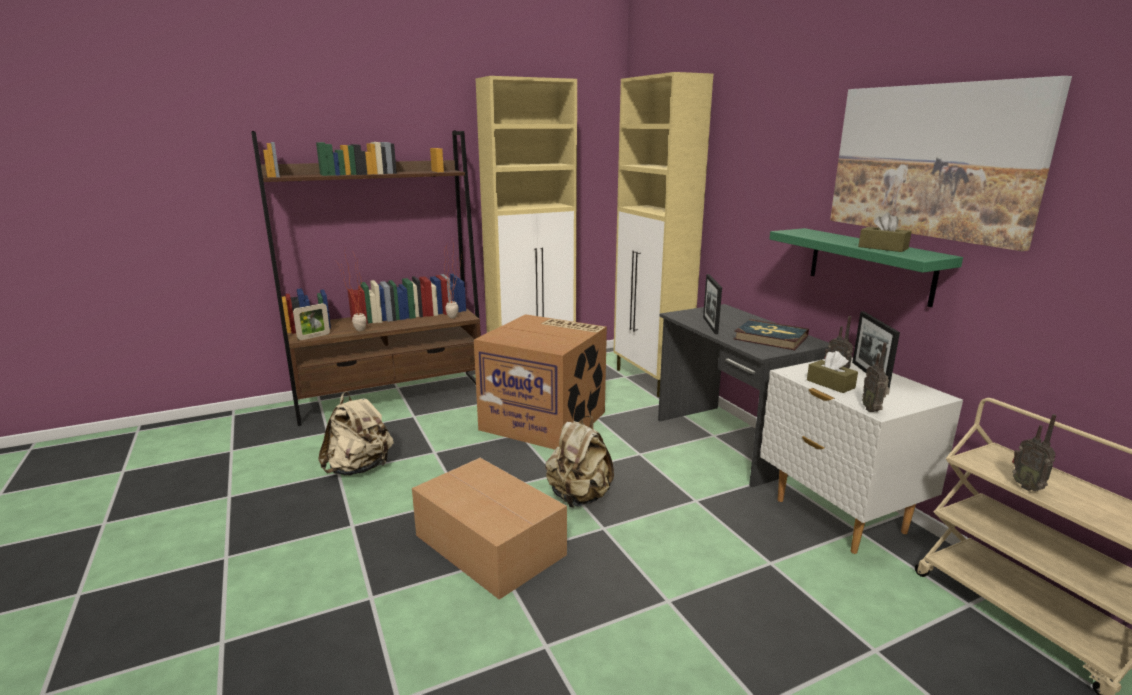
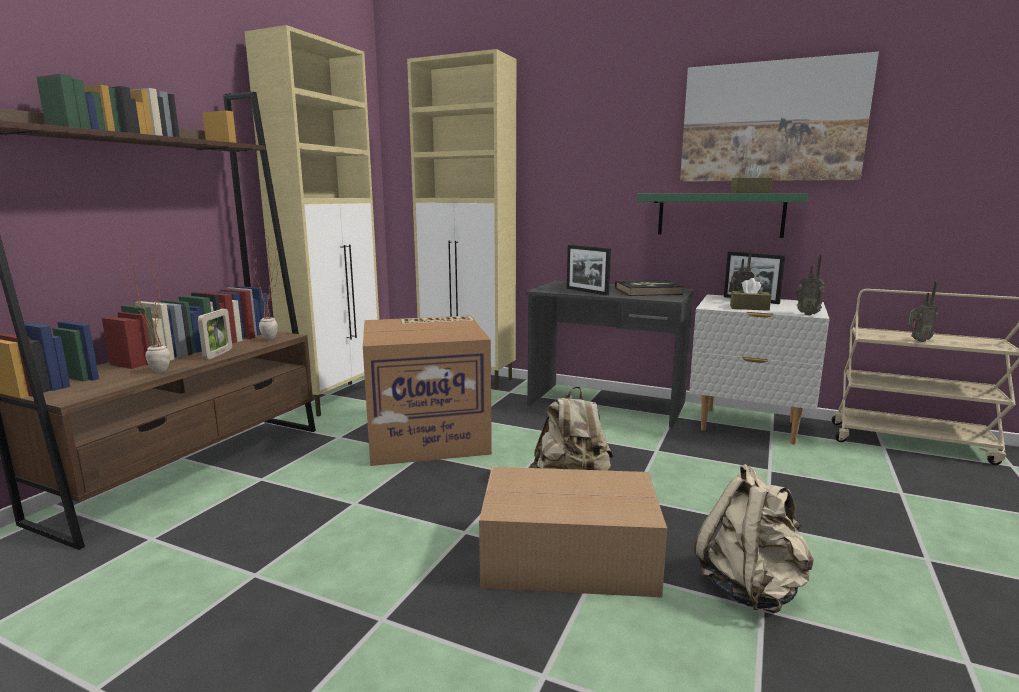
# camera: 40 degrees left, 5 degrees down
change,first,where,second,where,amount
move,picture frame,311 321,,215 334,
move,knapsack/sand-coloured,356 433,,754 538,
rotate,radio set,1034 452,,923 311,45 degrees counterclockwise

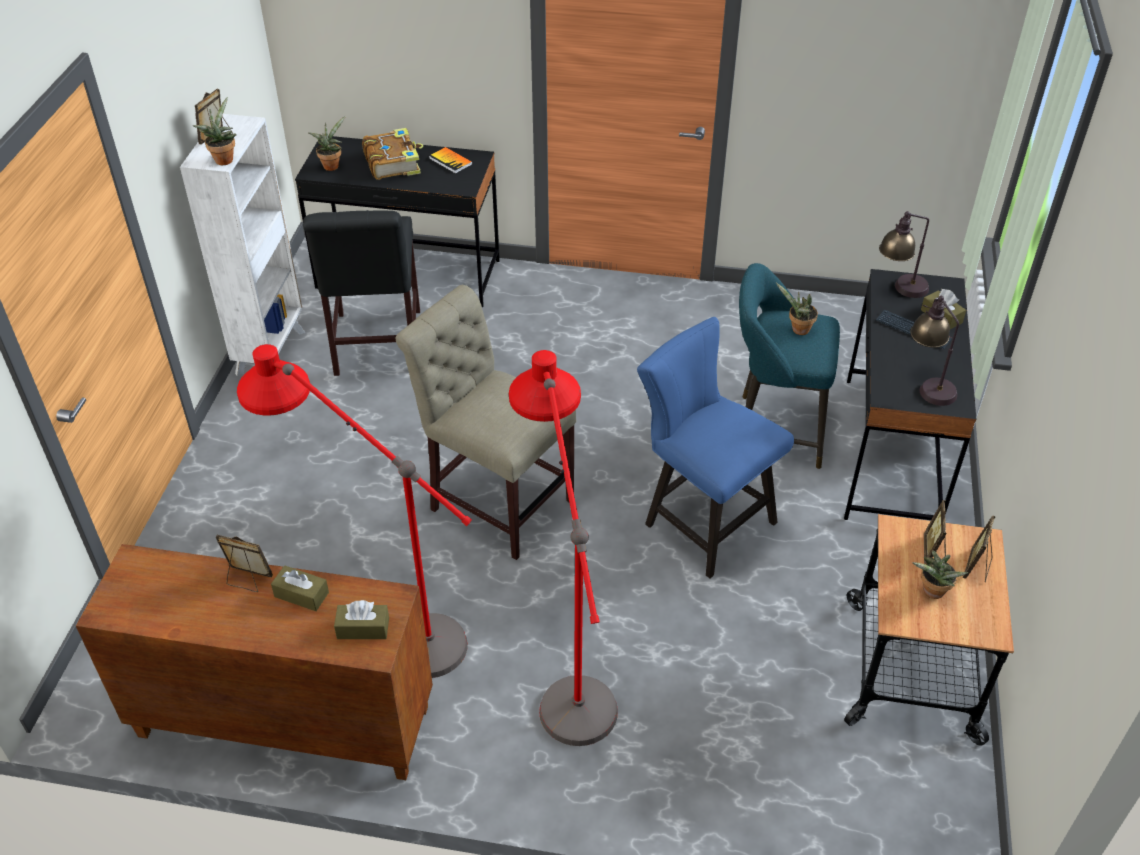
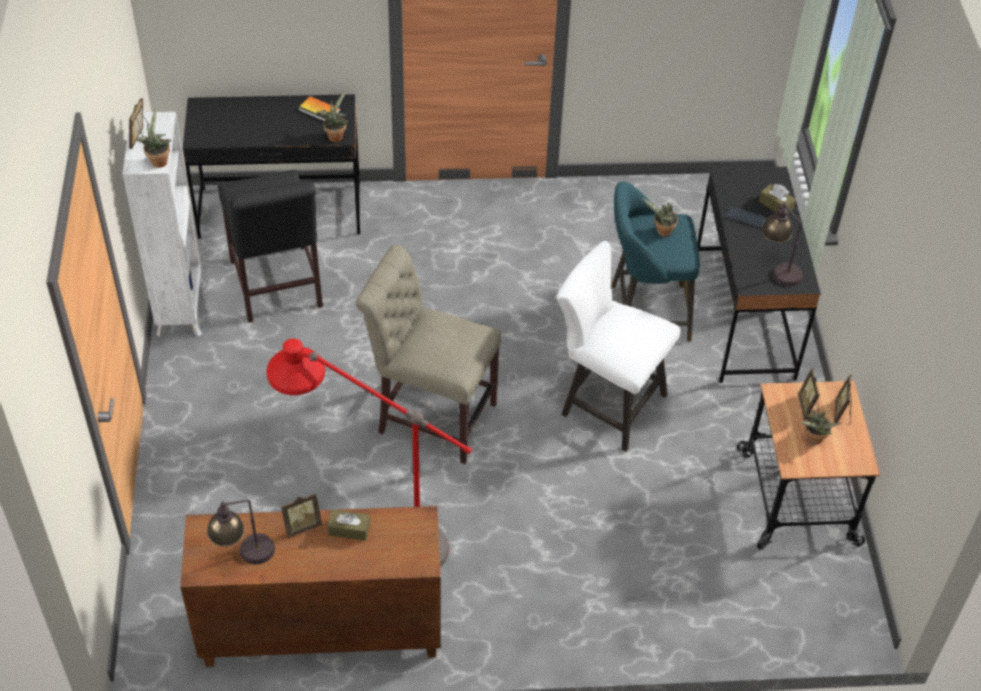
# camera: 15 degrees left, 5 degrees up
change,first,where,second,where,amount
delete,tissue box/brown-coloured,361 619,,,
delete,volume,392 154,,,
delete,standard lamp/reddish,563 548,,,
move,plant in a pot,327 143,,332 116,
move,lamp for a table,904 254,,241 532,
recolor,plain chair/bluish,715 448,plain chair/white,619 346,
rotate,picture frame,244 563,,301 515,150 degrees clockwise

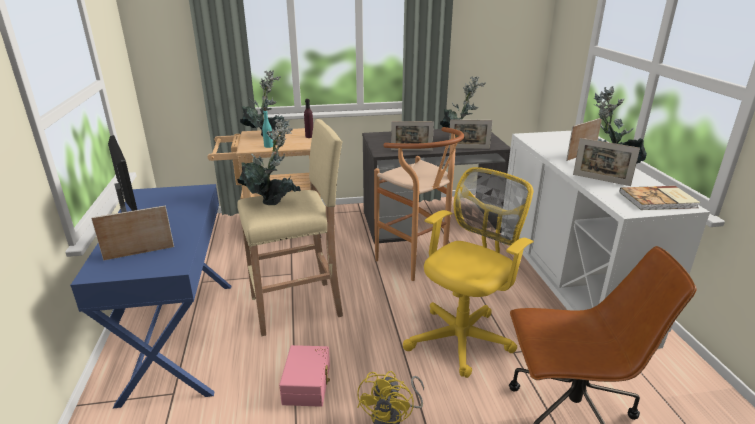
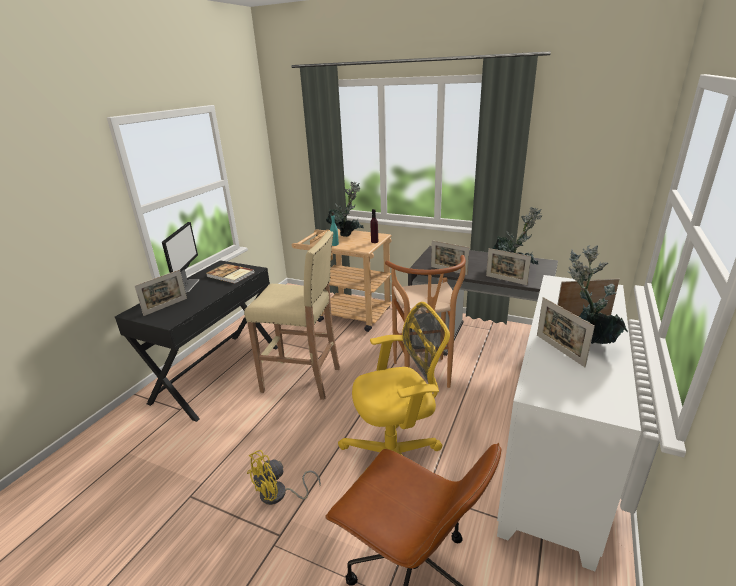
# camera: 35 degrees right, 0 degrees up
change,first,where,second,where,amount
delete,plant in a pot,269 162,,,
delete,storage container/pink,304 376,,,
move,volume,660 198,,230 273,
recolor,desk table/bluish,150 296,desk table/black,196 341,
rotate,picture frame,132 233,,160 293,120 degrees clockwise

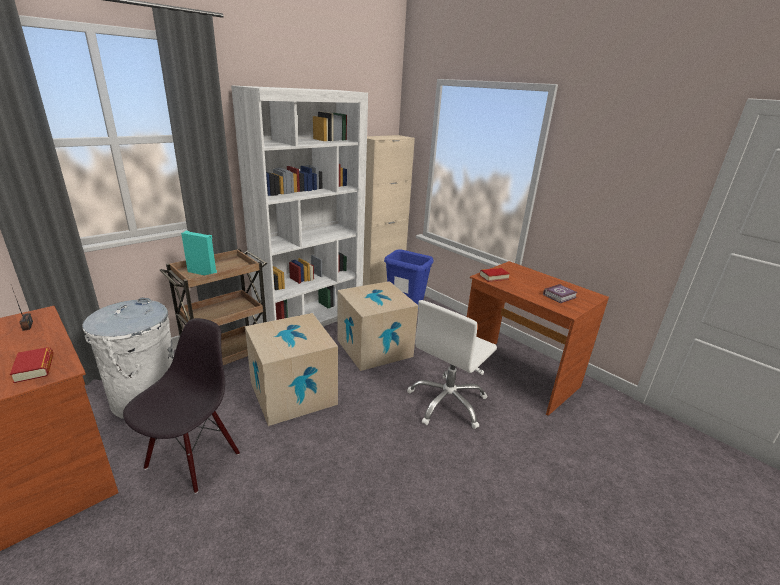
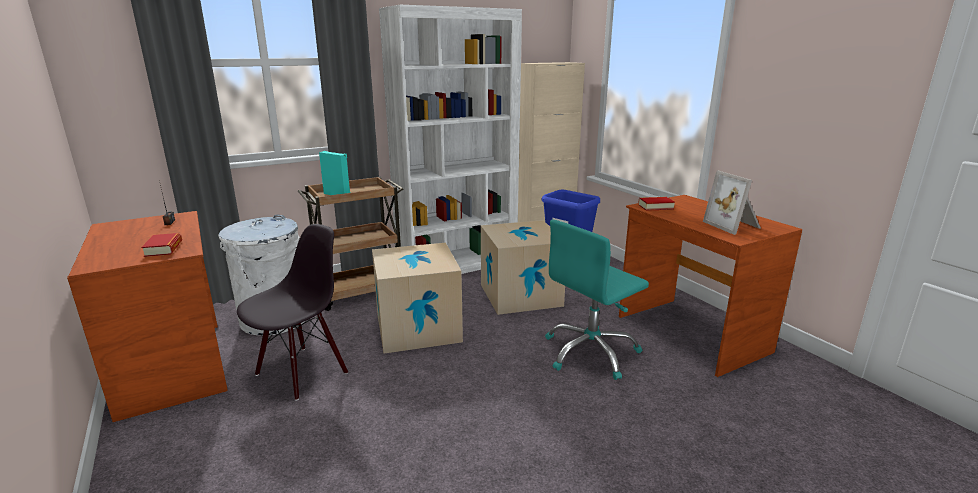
# camera: 15 degrees right, 5 degrees down
change,first,where,second,where,amount
replace,volume,560 293,picture frame,732 202,
recolor,desk chair/white,452 364,desk chair/turquoise-coloured,597 300,

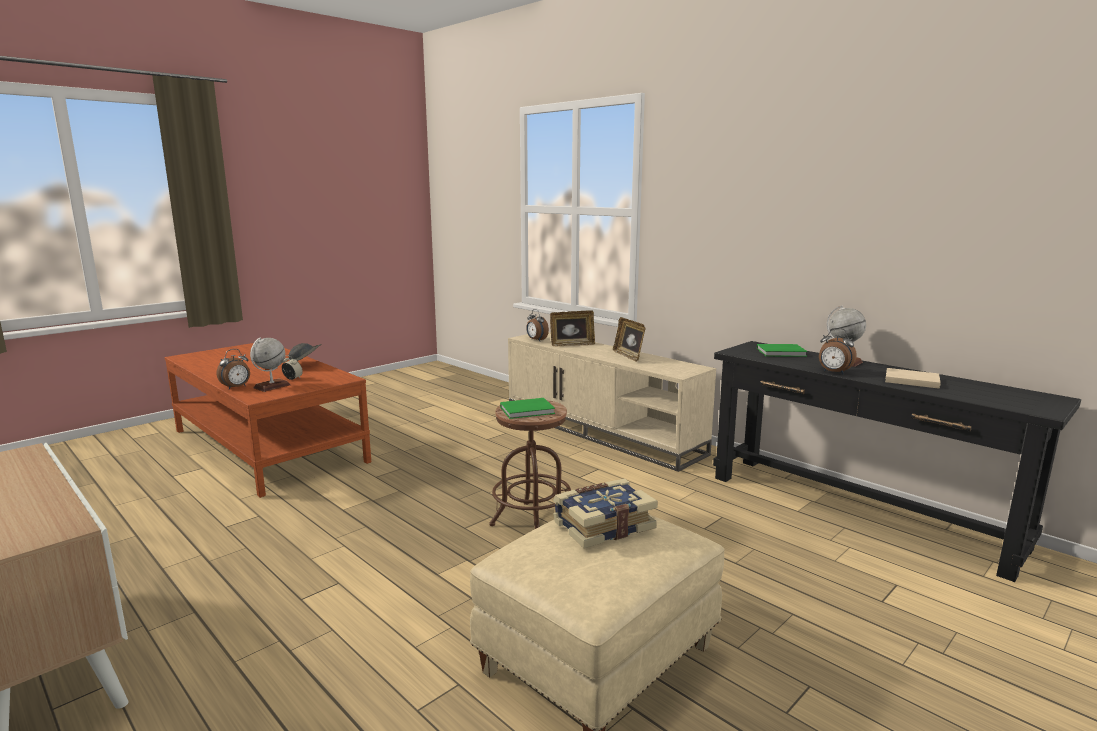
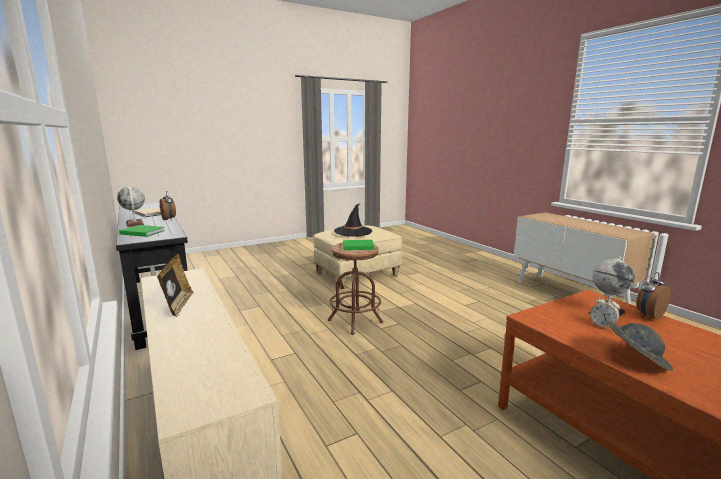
# camera: 165 degrees left, 0 degrees up
change,first,where,second,where,amount
delete,table clock,537 325,,,
delete,picture frame,572 328,,,
replace,volume,605 513,hat/black,353 220,

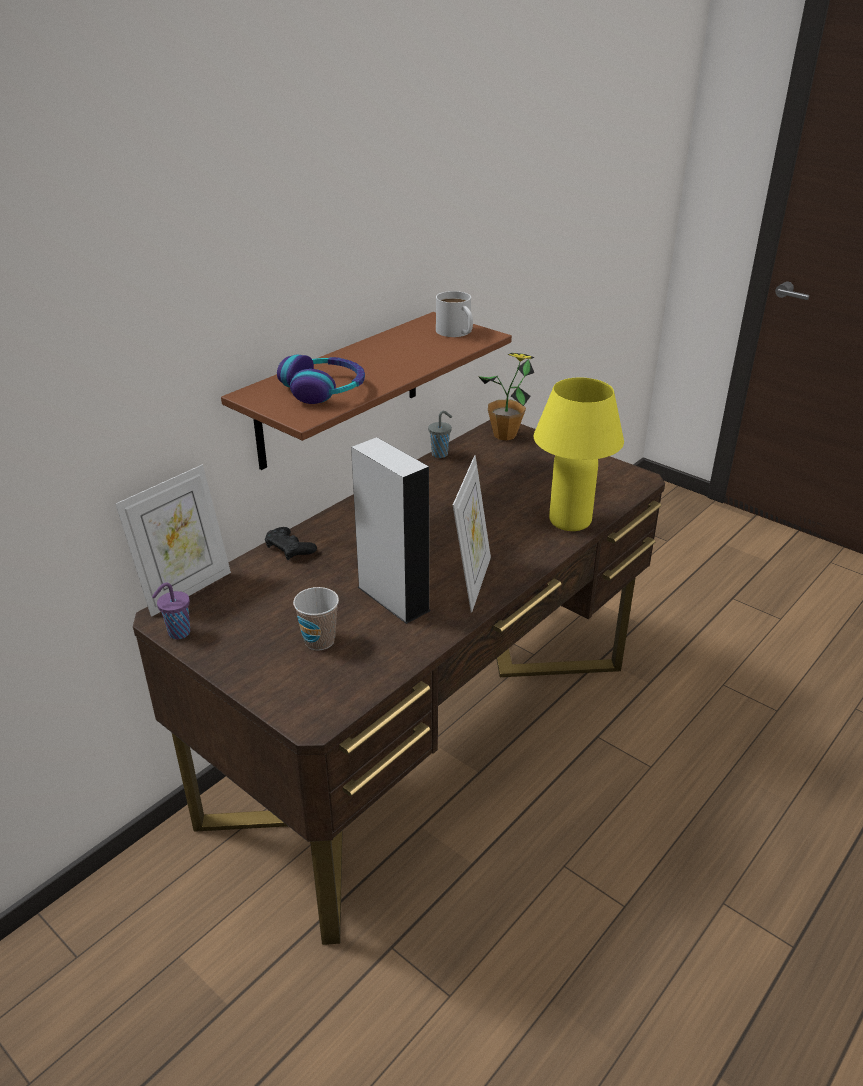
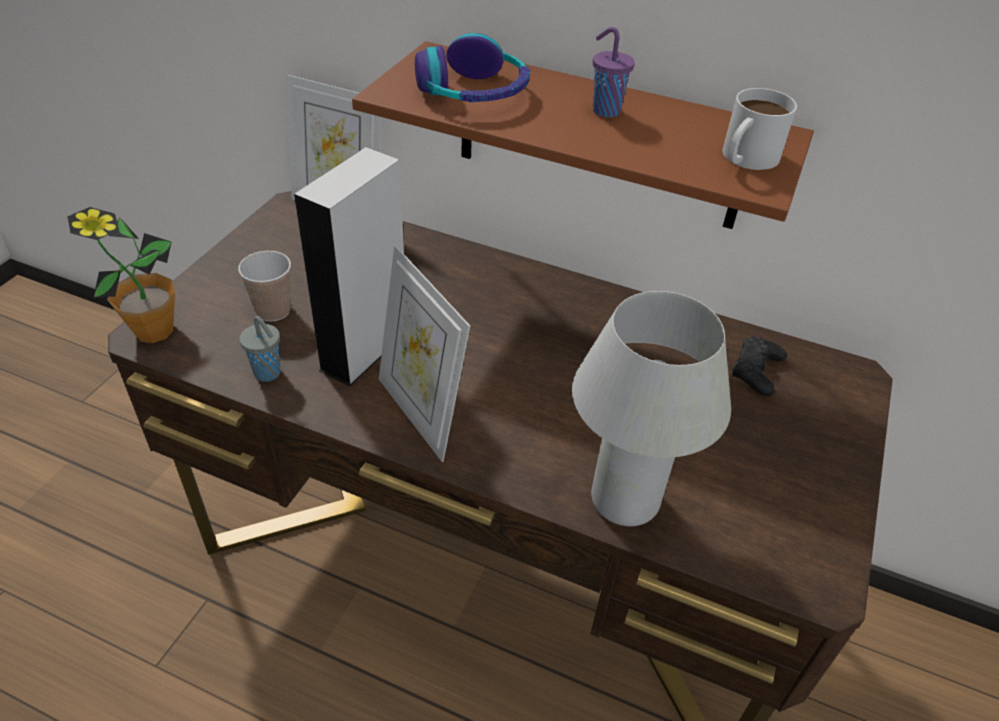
# camera: 70 degrees right, 10 degrees up
change,first,where,second,where,amount
move,cup/purplish,171 611,,614 72,
move,joypad/black,291 543,,759 366,
move,cup/gray,440 434,,260 349,
move,plant in a pot,506 397,,121 275,
recolor,lamp for a table/yellow-coloured,579 454,lamp for a table/white,651 408,
rotate,picture frame,472 534,,424 354,60 degrees clockwise

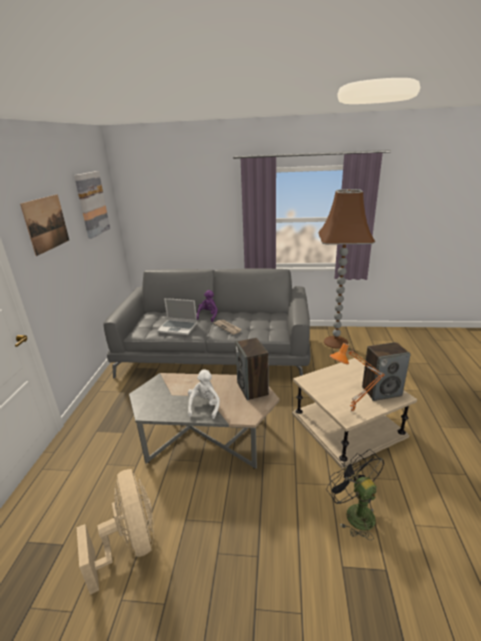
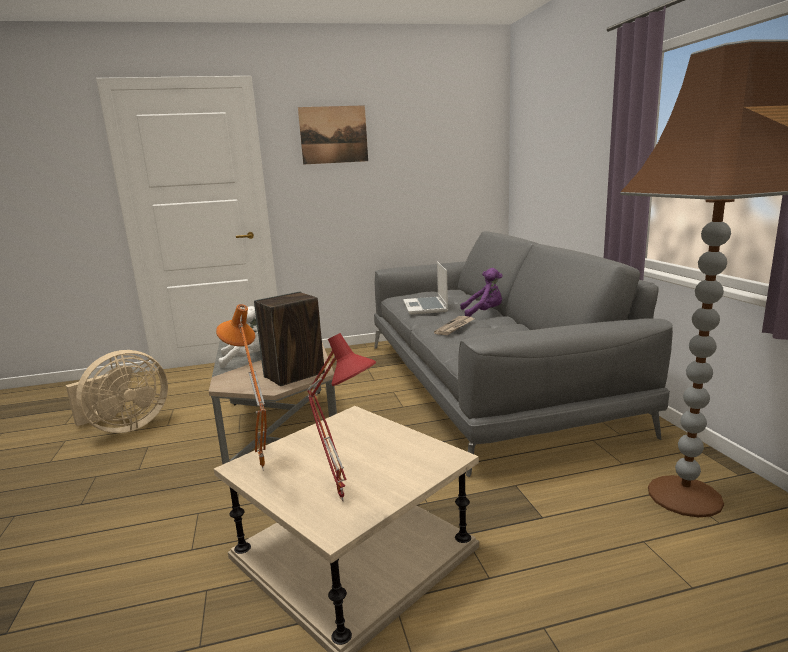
# camera: 70 degrees right, 10 degrees down
change,first,where,second,where,amount
delete,picture,92 205,,,
delete,cooling fan/black,355 494,,,
replace,audio speaker,386 371,lamp for a table/reddish,341 417,

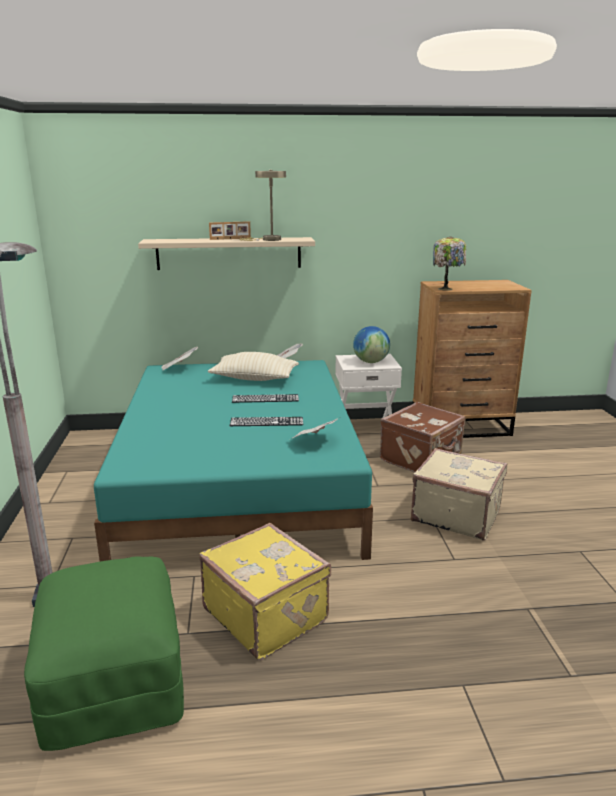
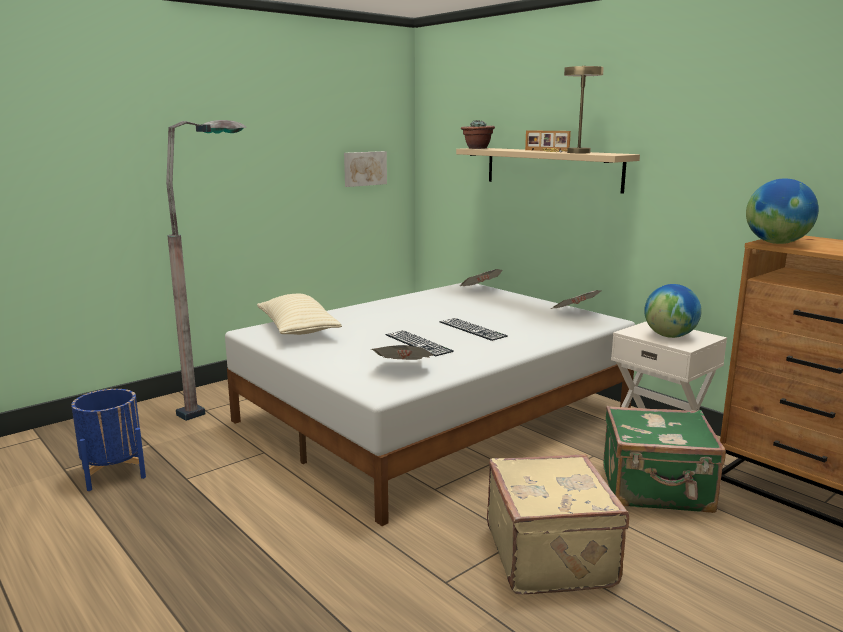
# camera: 55 degrees right, 5 degrees down
change,first,where,second,where,amount
delete,piece of luggage/yellow-coloured,265 591,,,
insert,,,picture,365 169,
insert,,,plant in a pot,478 134,
move,cushion/sand-coloured,253 366,,299 314,
replace,footrest/green-coloured,104 653,planter/bluish,108 440,
replace,lamp for a table,449 263,desk globe,782 211,
recolor,sleeping bed/turquoise-coloured,233 460,sleeping bed/white,430 404,
recolor,piece of luggage/brown-coloured,422 437,piece of luggage/green-coloured,664 459,

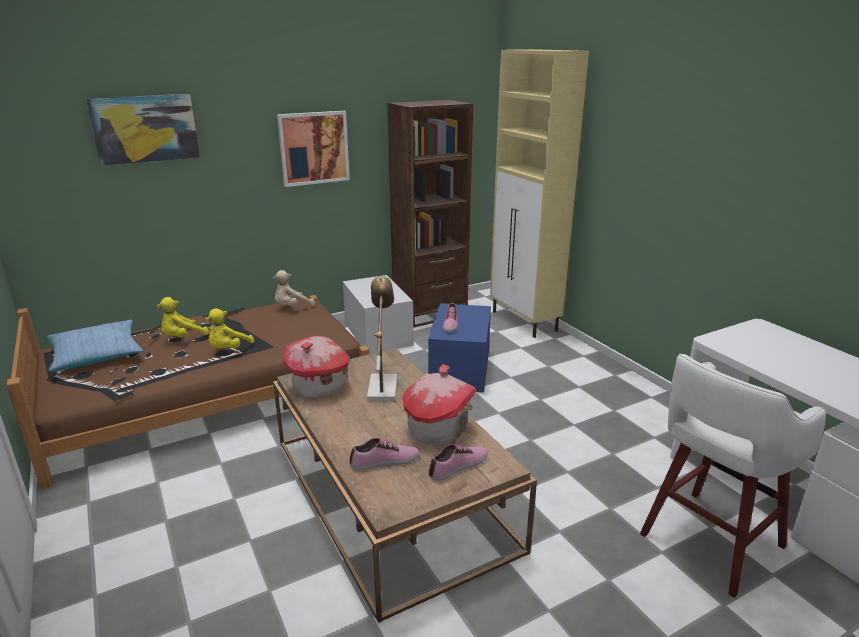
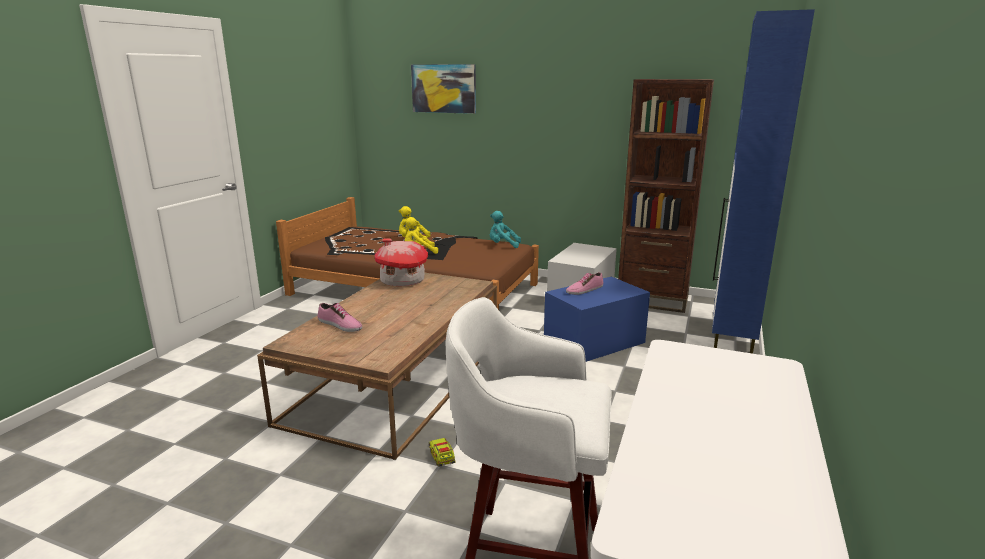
# camera: 50 degrees right, 5 degrees down
change,first,where,second,where,amount
delete,cushion,95 346,,,
delete,picture,313 149,,,
delete,lamp for a table,382 338,,,
delete,toy house,440 405,,,
delete,low shoe,458 462,,,
insert,,,toy truck,442 452,
recolor,soft toy/sand-coloured,293 288,soft toy/turquoise-coloured,505 229,
recolor,storage cabinet/sand-coloured,539 193,storage cabinet/bluish,763 181,

